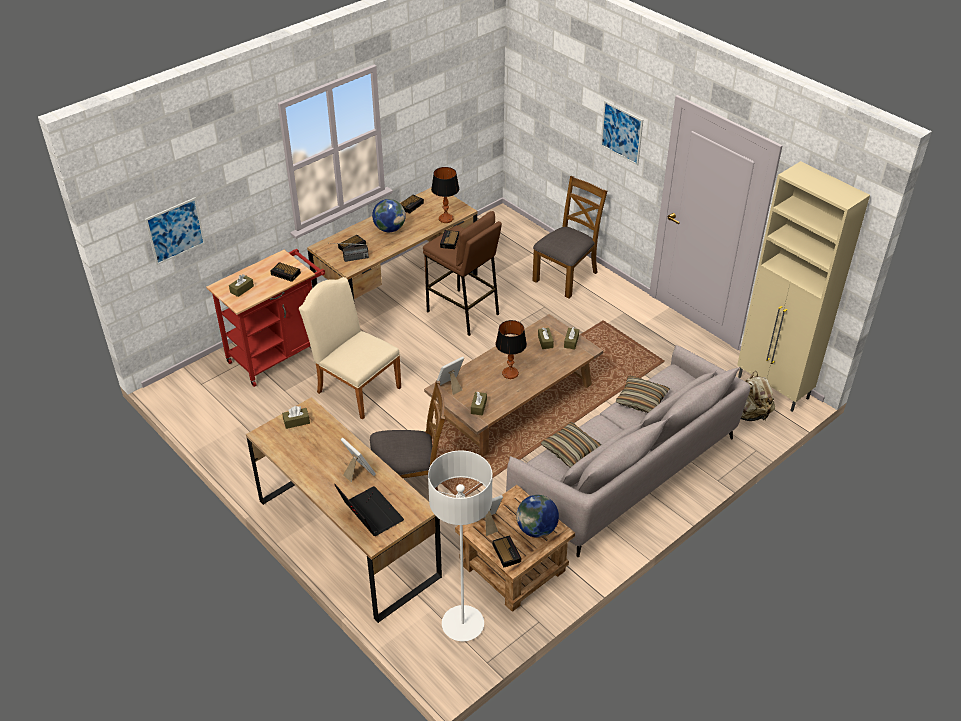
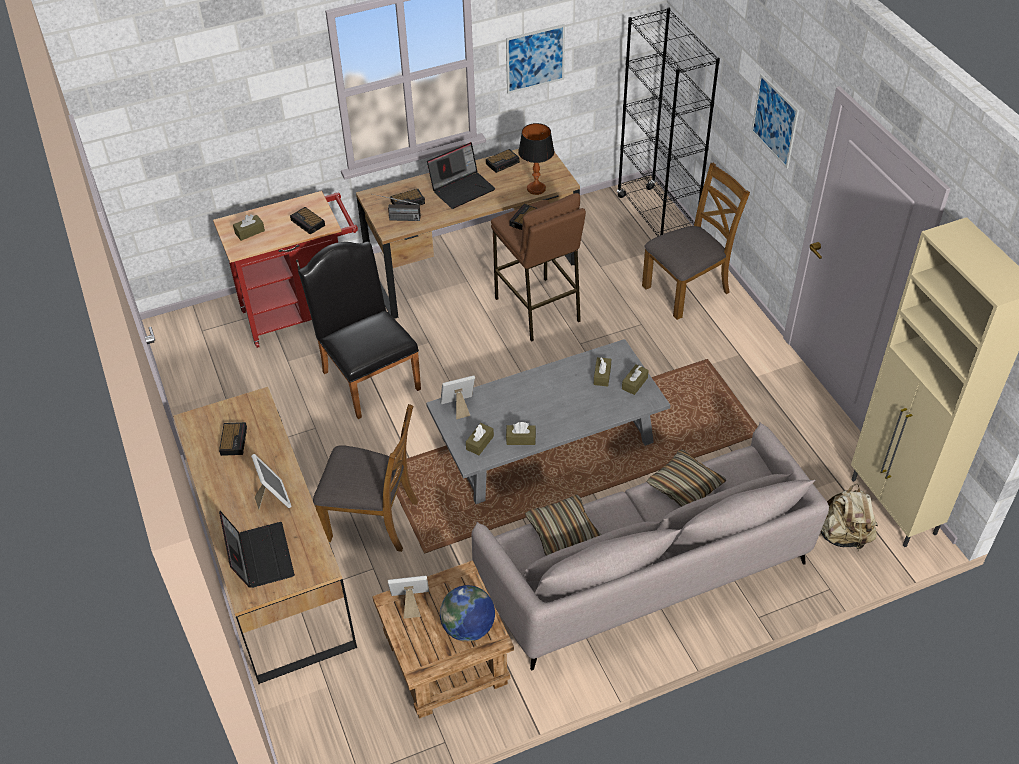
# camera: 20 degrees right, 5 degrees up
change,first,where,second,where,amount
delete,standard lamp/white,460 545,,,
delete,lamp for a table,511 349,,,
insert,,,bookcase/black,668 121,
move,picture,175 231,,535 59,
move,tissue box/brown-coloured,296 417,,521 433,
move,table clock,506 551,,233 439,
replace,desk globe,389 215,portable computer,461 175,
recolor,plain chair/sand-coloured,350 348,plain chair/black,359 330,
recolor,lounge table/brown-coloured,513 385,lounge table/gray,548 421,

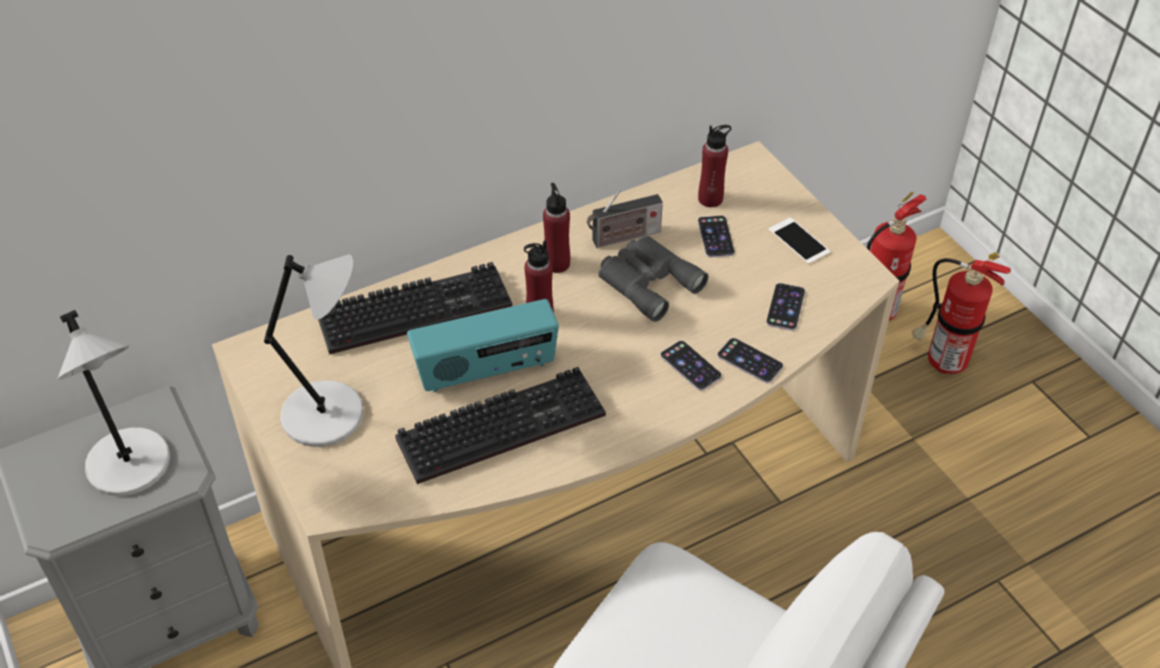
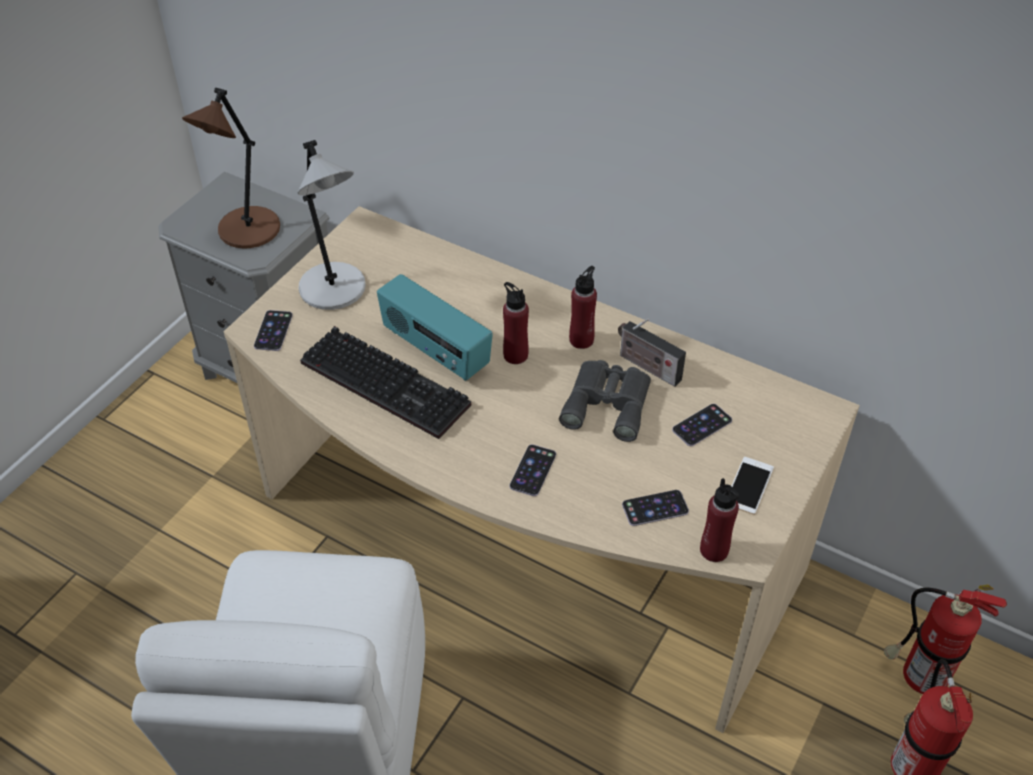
# camera: 60 degrees right, 0 degrees up
change,first,where,second,where,amount
delete,PC keyboard,415 308,,,
move,bottle/reddish,714 166,,719 520,
move,handset,750 360,,273 330,
recolor,lamp for a table/gray,114 403,lamp for a table/brown-coloured,231 168,

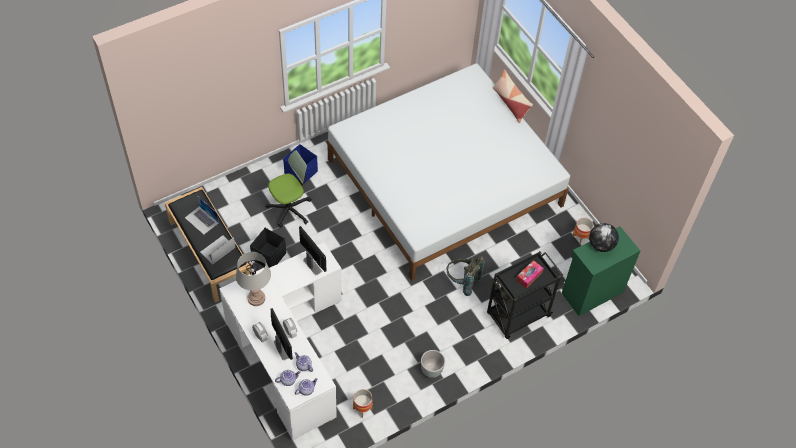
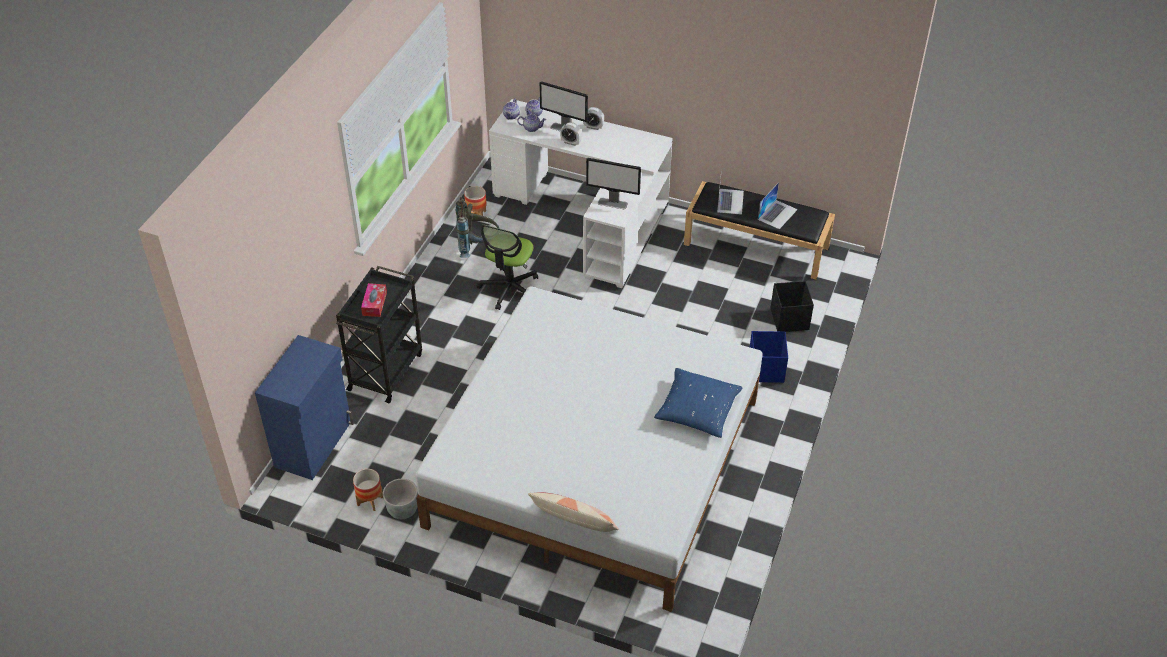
# camera: 145 degrees right, 10 degrees down
change,first,where,second,where,amount
delete,lamp for a table/gray,253 279,,,
delete,desk globe,604 237,,,
insert,,,cushion/bluish,698 403,
move,storage container/black,268 248,,792 306,
move,desk chair,289 189,,507 267,
move,planter/gray,433 364,,400 499,
move,knapsack/gray,466 276,,477 227,
recolor,storage cabinet/green-coloured,601 271,storage cabinet/bluish,304 407,
rotate,portable computer,202 215,,778 206,120 degrees clockwise

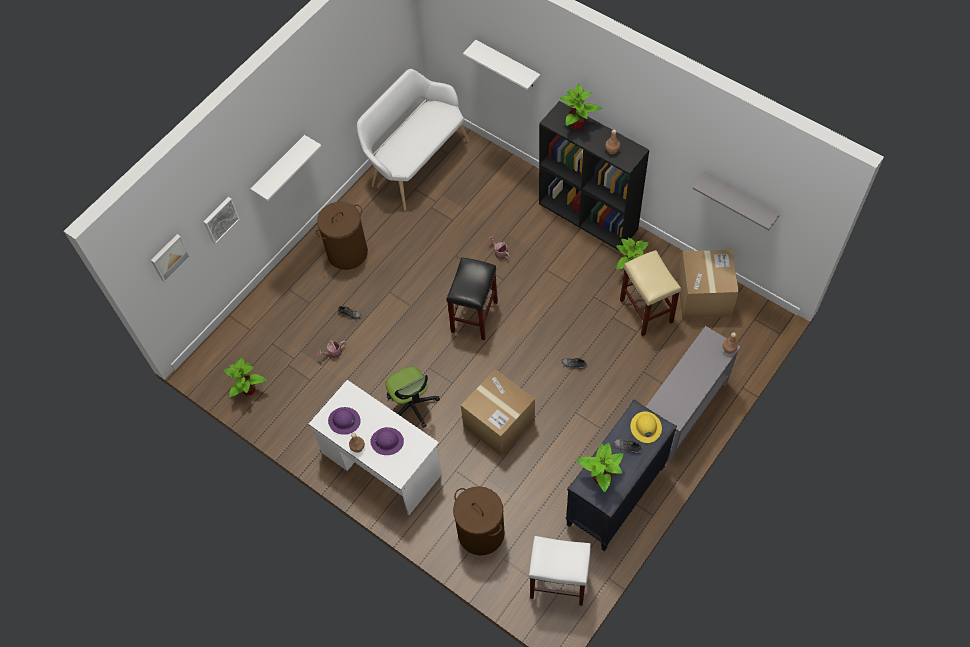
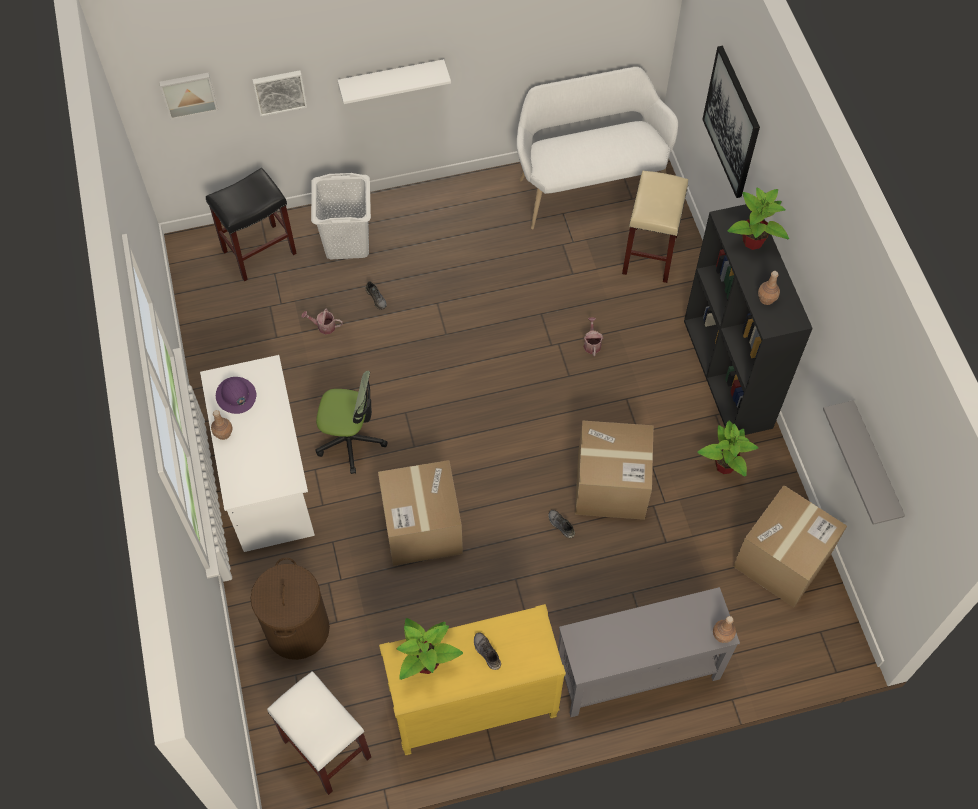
# camera: 35 degrees right, 0 degrees up
change,first,where,second,where,amount
delete,plant in a pot,245 377,,,
delete,laundry basket/brown-coloured,342 236,,,
delete,work helmet/purplish,387 441,,,
delete,work helmet/yellow-coloured,646 427,,,
insert,,,laundry basket/white,341 216,
insert,,,cardboard box,614 470,
move,stool/black,472 298,,251 225,
move,stool/sand-coloured,650 293,,655 227,
replace,shelf/white,501 65,picture,731 122,
recolor,chest of drawers/black,621 475,chest of drawers/yellow-coloured,472 679,
rotate,desk chair,412 397,,352 422,90 degrees counterclockwise

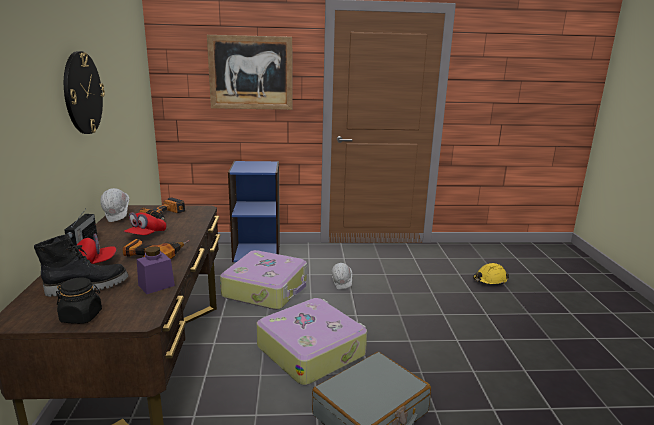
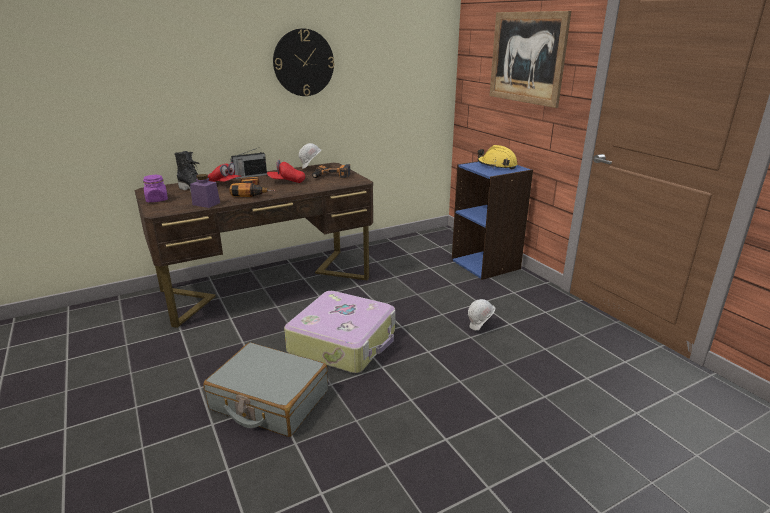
# camera: 65 degrees right, 5 degrees up
change,first,where,second,where,amount
delete,piece of luggage,263 280,,,
move,work helmet/yellow-coloured,491 274,,497 157,
recolor,jar/black,79 300,jar/purplish,155 188,

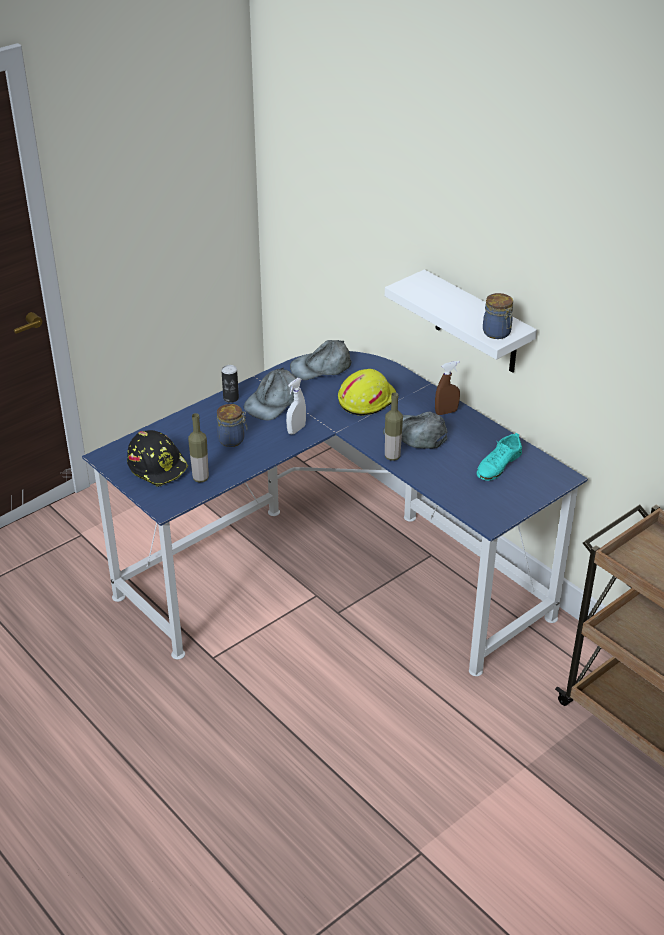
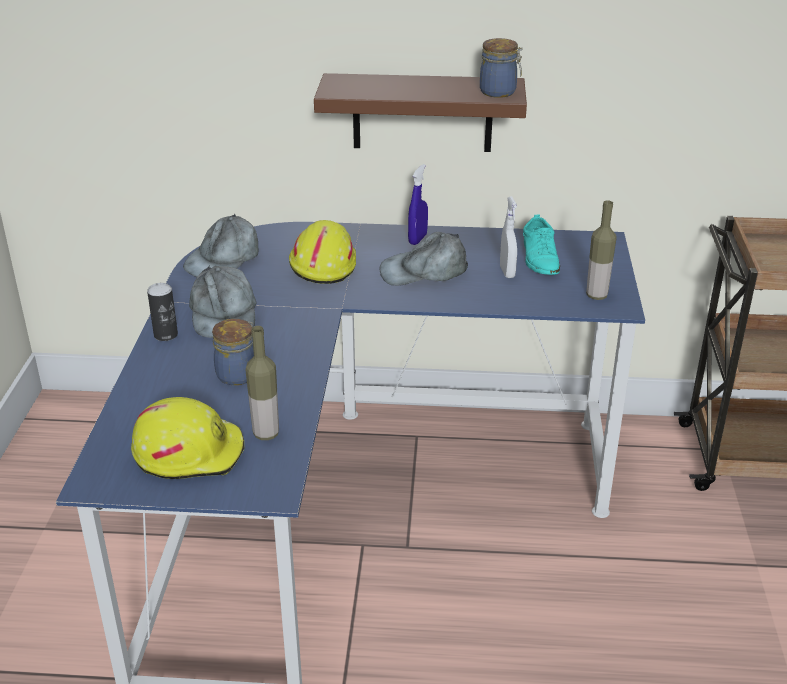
# camera: 45 degrees left, 5 degrees down
change,first,where,second,where,amount
move,hand sprayer/white,296 406,,508 237,
move,bottle,394 426,,601 250,
recolor,work helmet/black,157 458,work helmet/yellow-coloured,187 438,
recolor,shelf/white,461 321,shelf/brown-coloured,420 112,
recolor,hand sprayer/brown-coloured,447 388,hand sprayer/bluish,418 204,

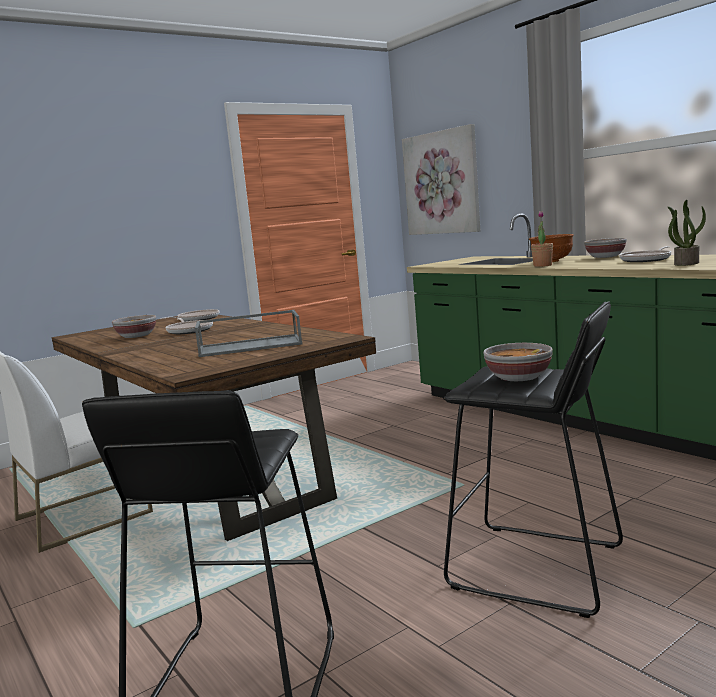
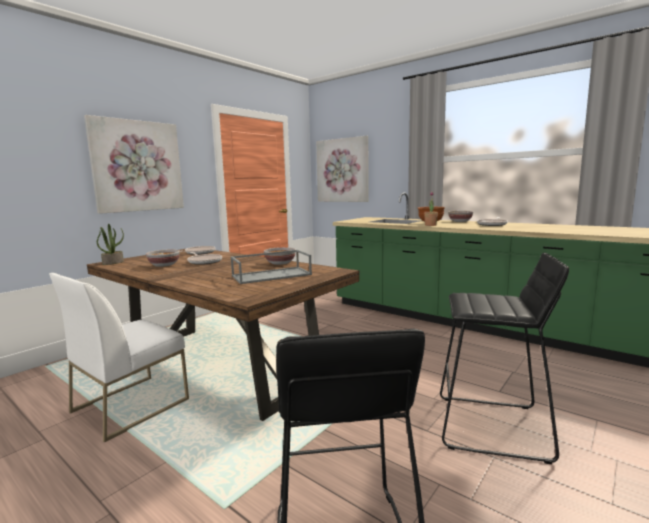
# camera: 15 degrees left, 0 degrees up
change,first,where,second,where,amount
insert,,,picture,134 164,
move,serving bowl,518 362,,280 256,
move,plant in a pot,687 233,,110 244,

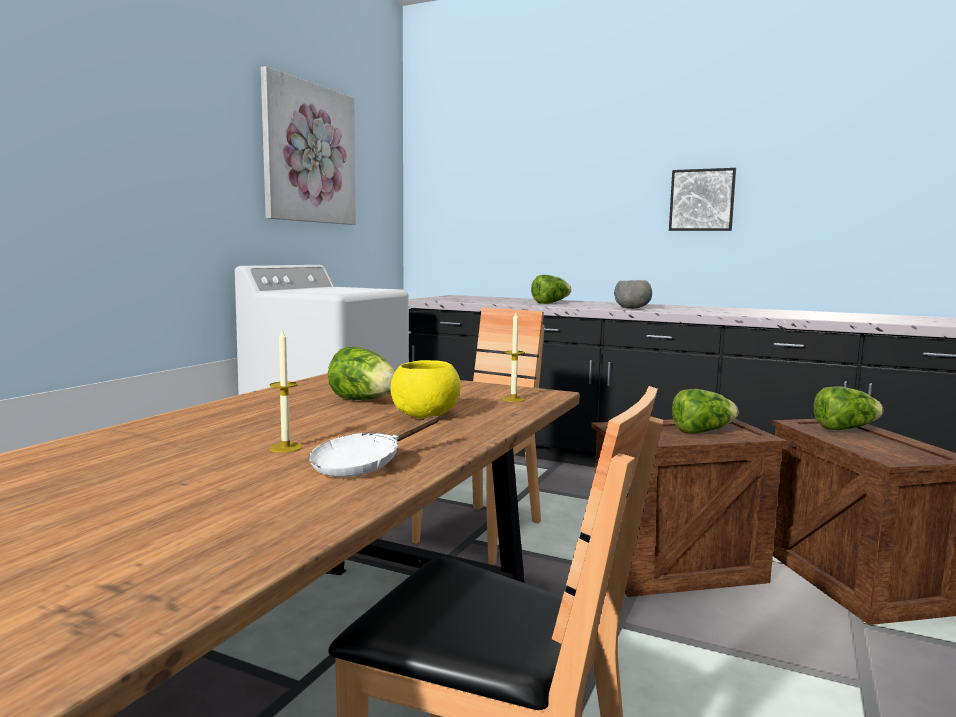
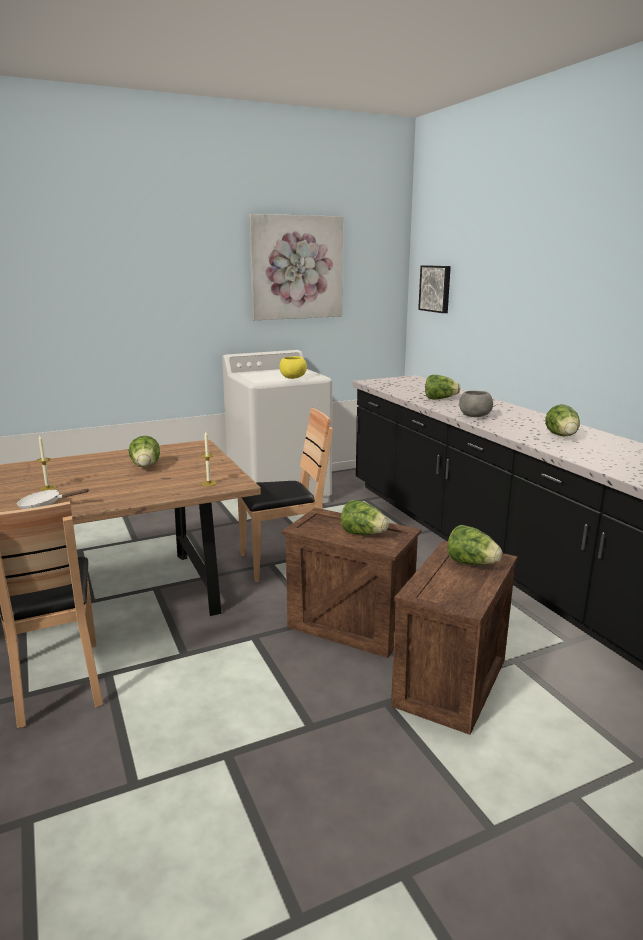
# camera: 40 degrees right, 10 degrees up
change,first,where,second,where,amount
insert,,,head of lettuce,562 420,
move,serving bowl/yellow-coloured,425 389,,293 367,
move,picture,702 199,,434 289,

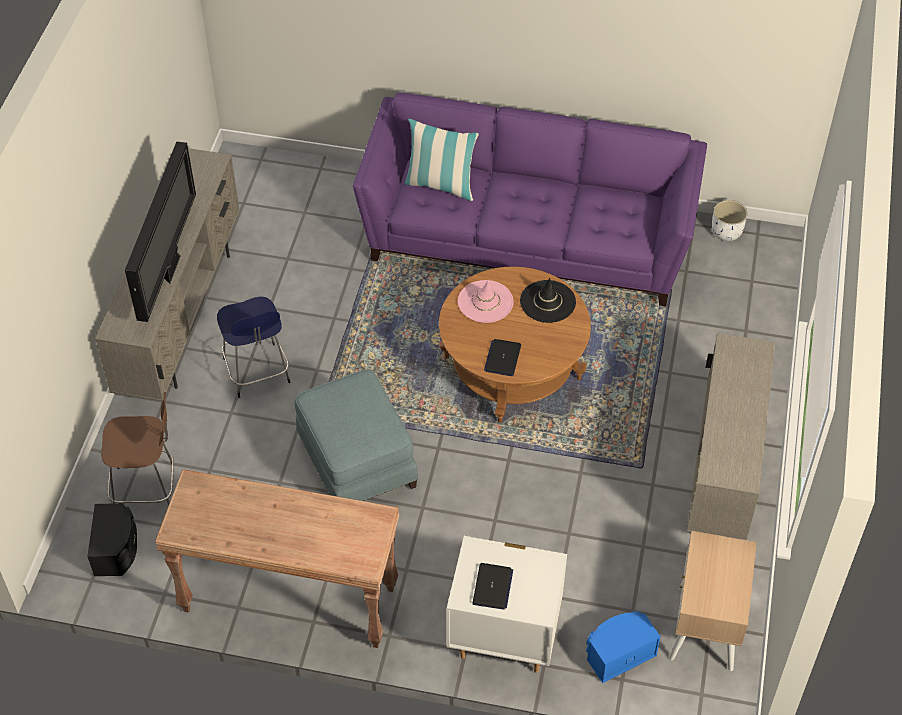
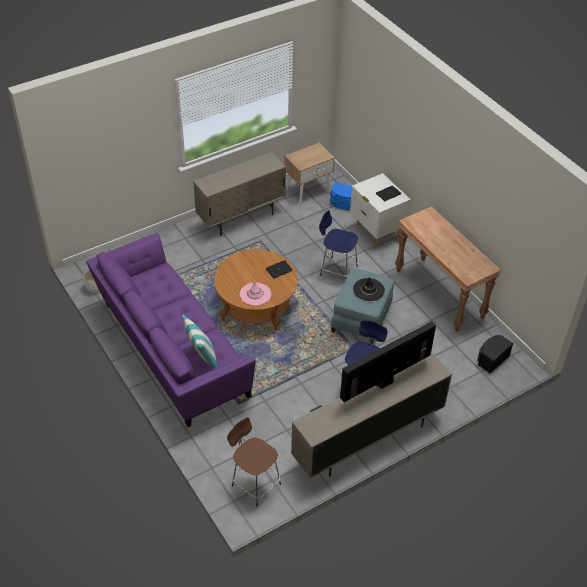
# camera: 135 degrees left, 5 degrees down
change,first,where,second,where,amount
insert,,,stool/bluish,338 244,
move,stool/brown-coloured,137 449,,254 462,
move,hat/black,548 300,,369 289,

